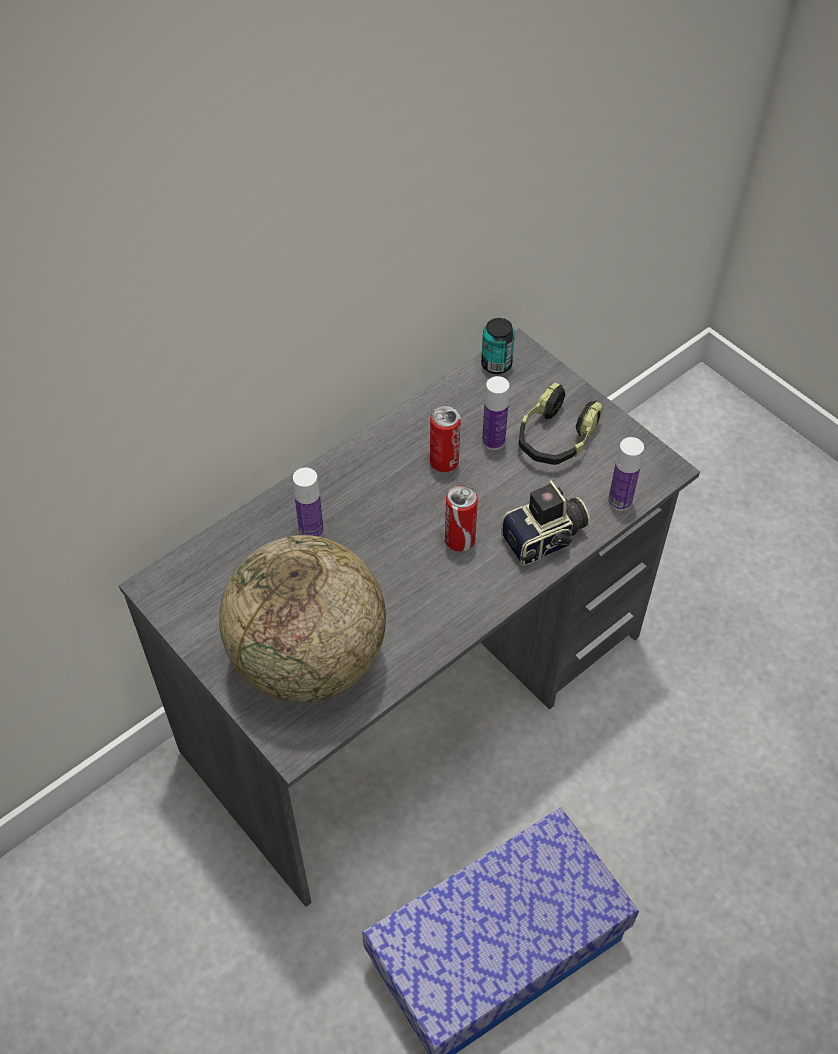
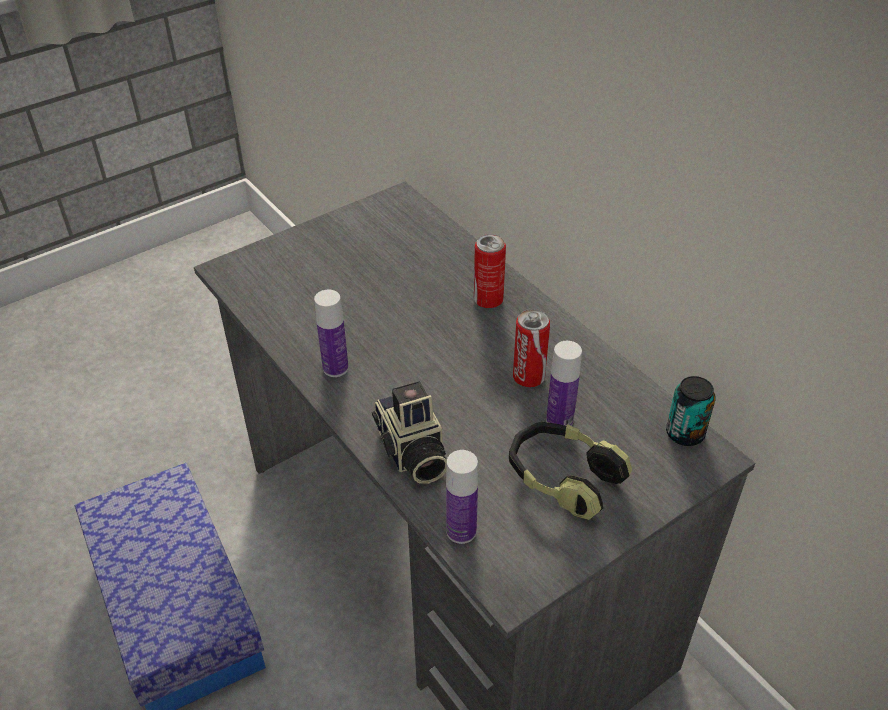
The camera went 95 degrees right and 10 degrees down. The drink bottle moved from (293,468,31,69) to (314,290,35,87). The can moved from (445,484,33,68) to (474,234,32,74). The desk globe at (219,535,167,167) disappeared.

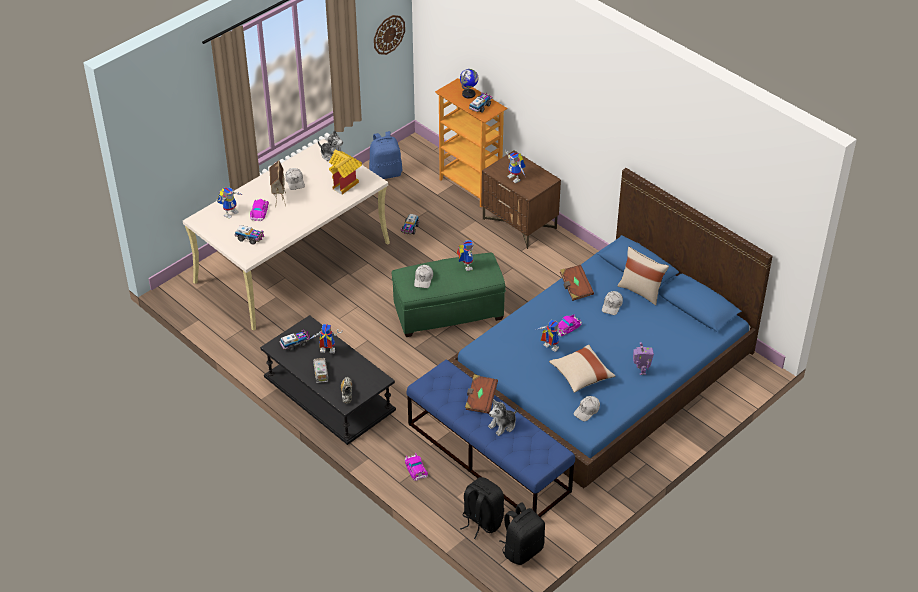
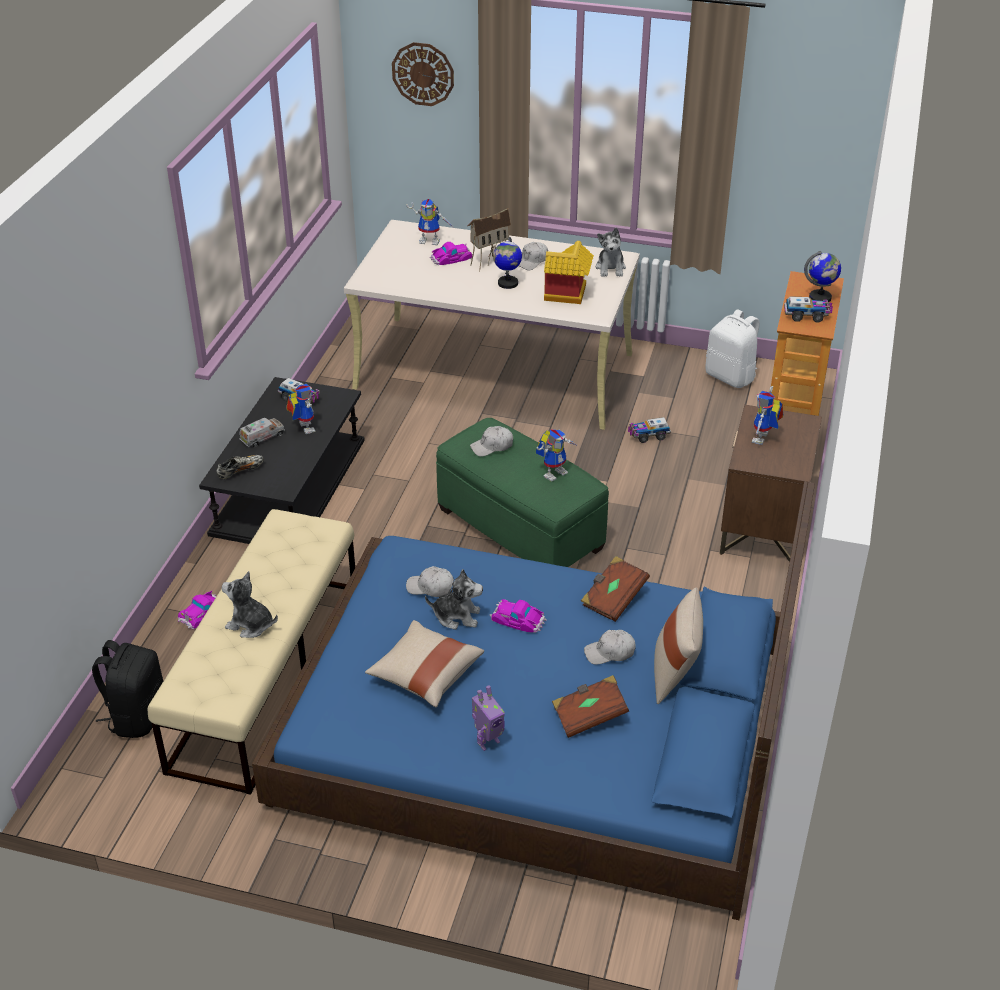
The camera went 60 degrees right and 5 degrees down. The long seat (blue-coloured) at (406,360,169,157) became the long seat (sand-coloured) at (147,509,208,286). The clock on the wall moved from (374,15,31,40) to (392,42,62,64). The cap (white-coloured) moved from (573,396,27,25) to (406,566,48,31). The toy robot at (538,320,28,32) was replaced by the plush toy at (425,569,58,61). The desk globe at (493,237,29,52) appeared. The bound book (brownish) moved from (465,375,33,39) to (552,675,77,63). The knapsack (blue-coloured) at (369,131,34,48) became the knapsack (white-coloured) at (705,309,55,79). The toy lorry at (234,225,30,20) disappeared. The knapsack (black) at (500,502,45,63) disappeared.

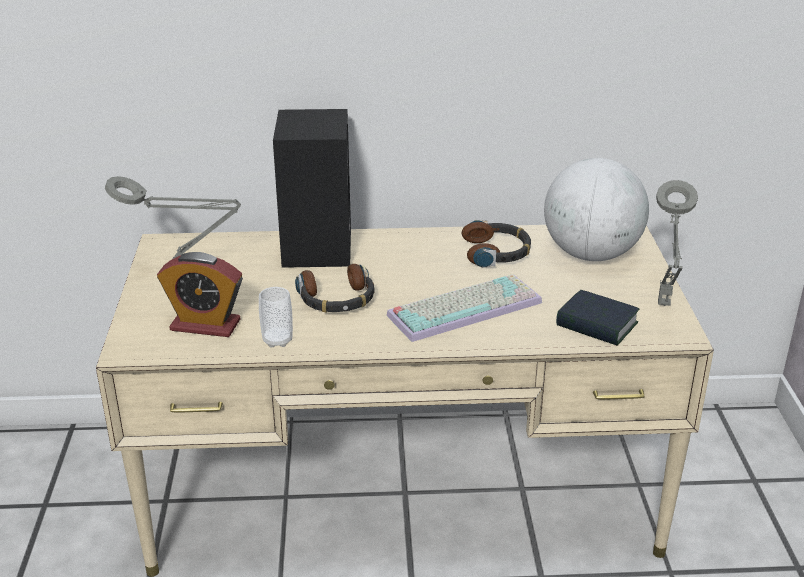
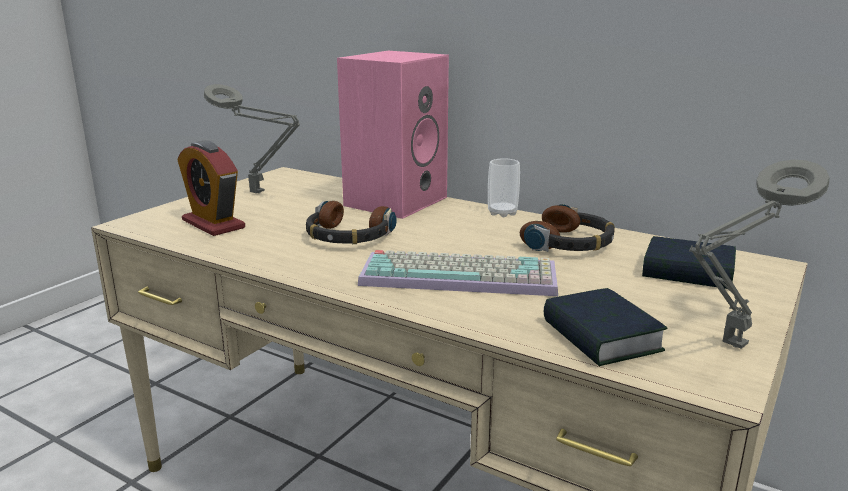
The camera went 35 degrees right and 10 degrees down. The audio speaker (black) at (273,109,78,159) became the audio speaker (pink-coloured) at (337,51,112,168). The small cup moved from (259,287,34,61) to (488,158,32,59). The desk globe at (544,158,105,103) was replaced by the bound book at (642,236,94,53).

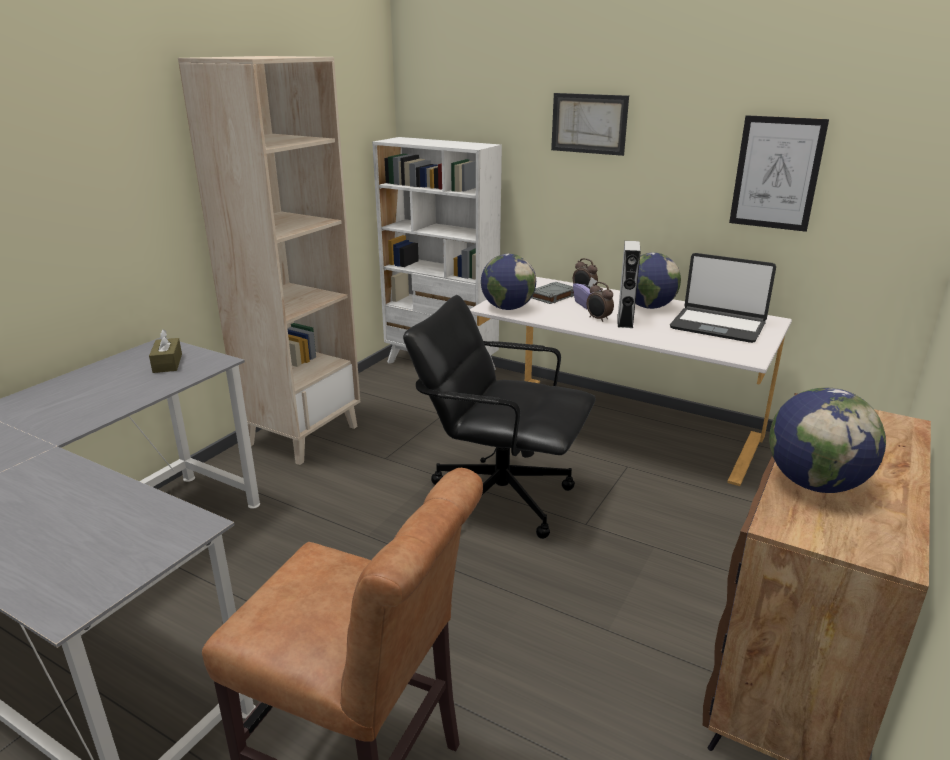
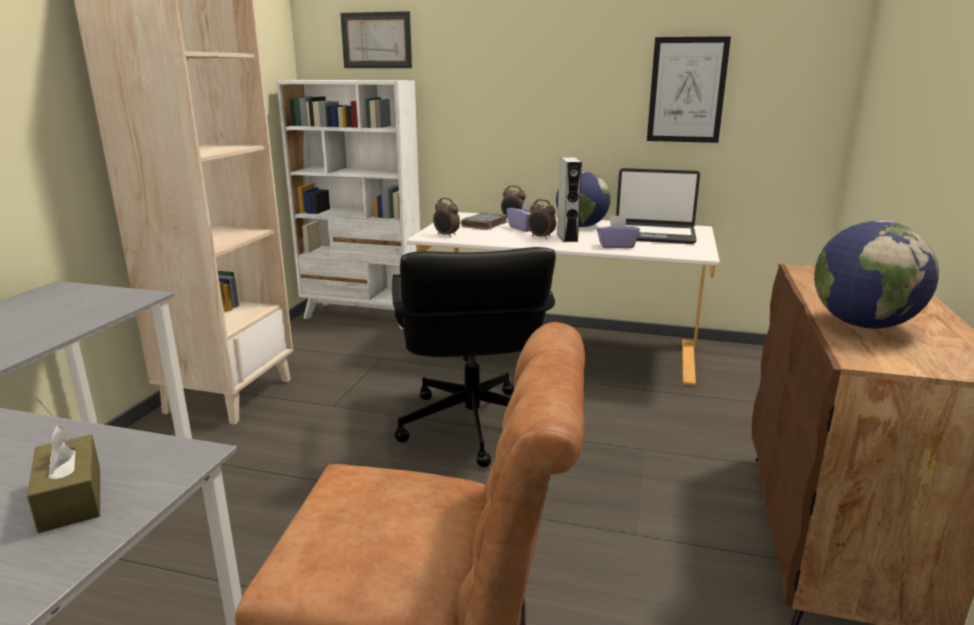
The camera went 15 degrees left and 5 degrees down. The box of tissues (brownish) moved from (149,329,33,44) to (27,424,73,109). The wall picture moved from (551,93,78,63) to (340,11,72,57). The office chair (black) at (403,295,193,244) turned 105 degrees counterclockwise. The desk globe at (481,254,55,56) was replaced by the bedside clock at (433,198,27,40). The box of tissues (purplish) at (597,216,43,32) appeared.

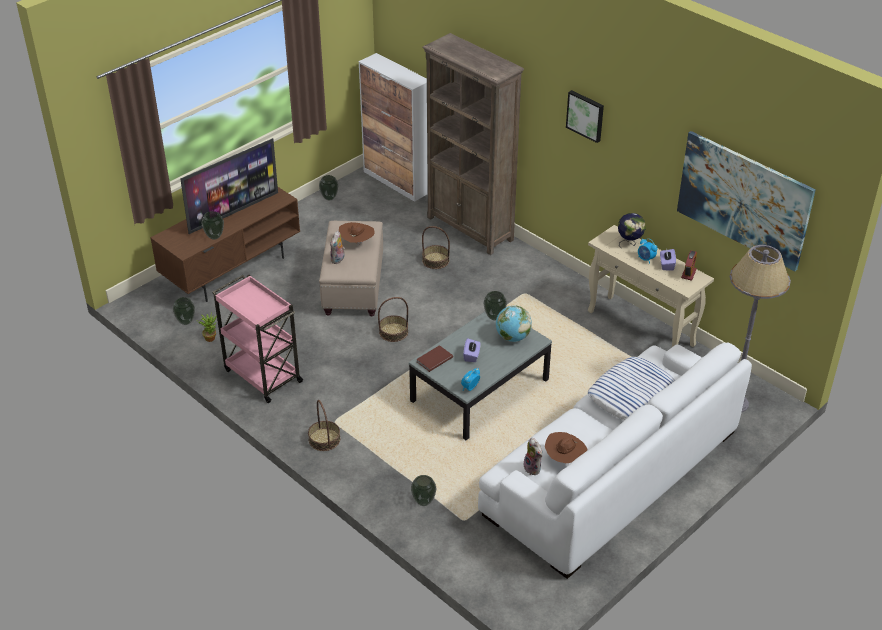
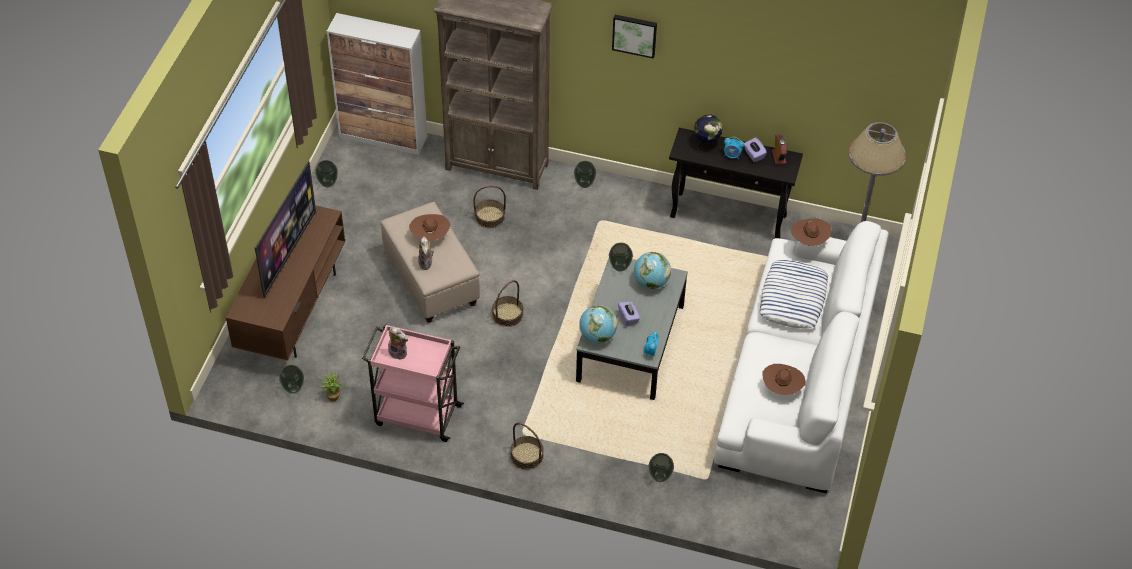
The camera went 30 degrees left and 10 degrees up. The plush toy moved from (523,438,20,37) to (388,327,20,33). The flower vase moved from (202,211,22,29) to (574,161,22,27). The bound book (brownish) at (416,345,37,27) was replaced by the desk globe at (579,305,38,39). The console table (sand-coloured) at (588,225,126,122) became the console table (black) at (669,128,134,110). The hat (brownish) at (791,218,40,28) appeared. The wall picture at (677,131,139,140) disappeared.

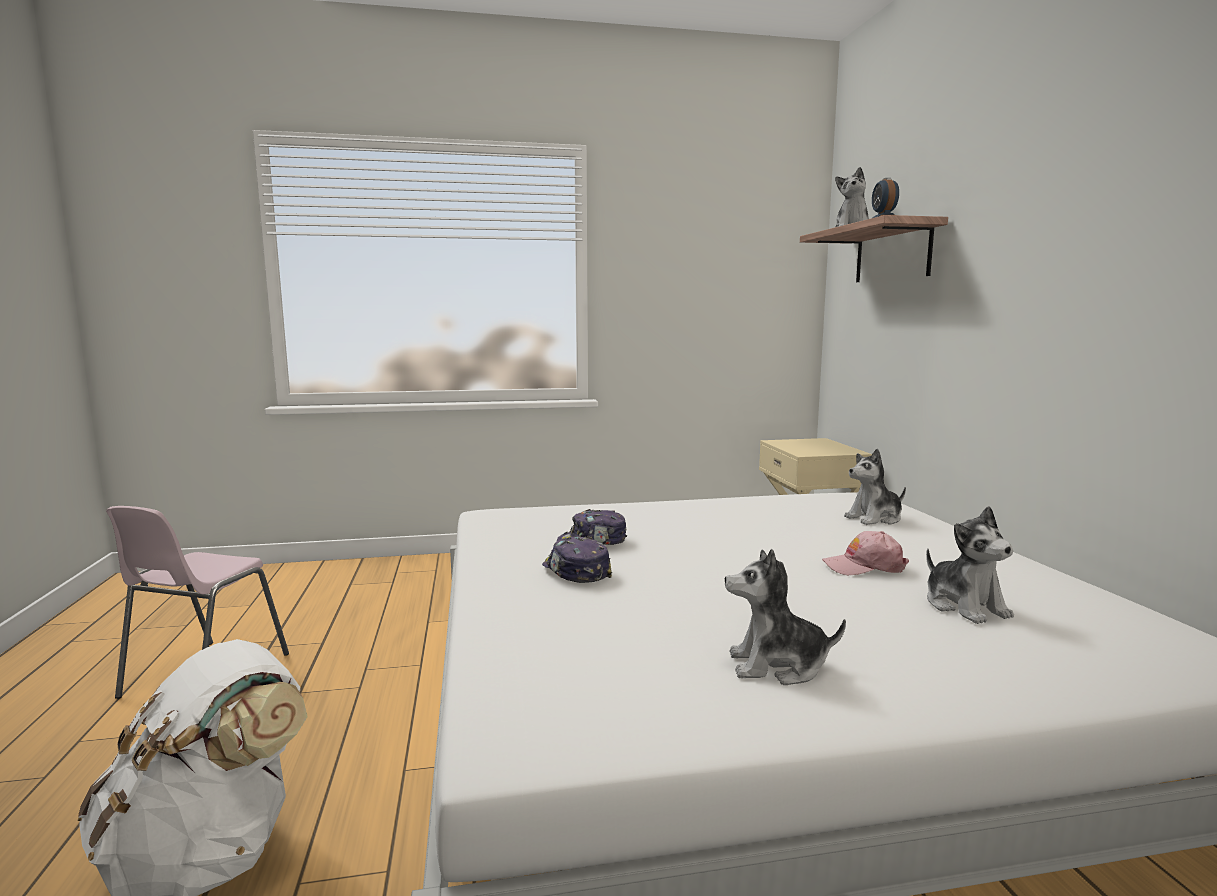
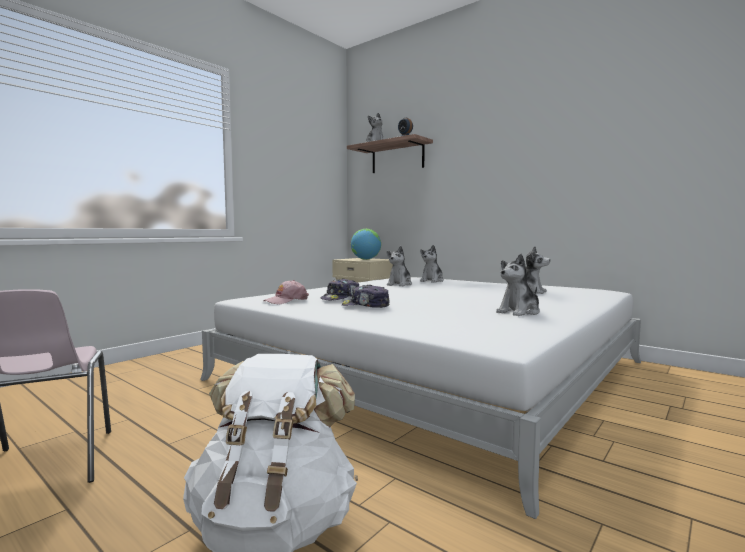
The camera went 40 degrees left and 5 degrees down. The cap (pink-coloured) moved from (822,531,87,44) to (263,280,46,24). The desk globe at (351,229,30,31) appeared. The plush toy at (387,246,25,40) appeared.

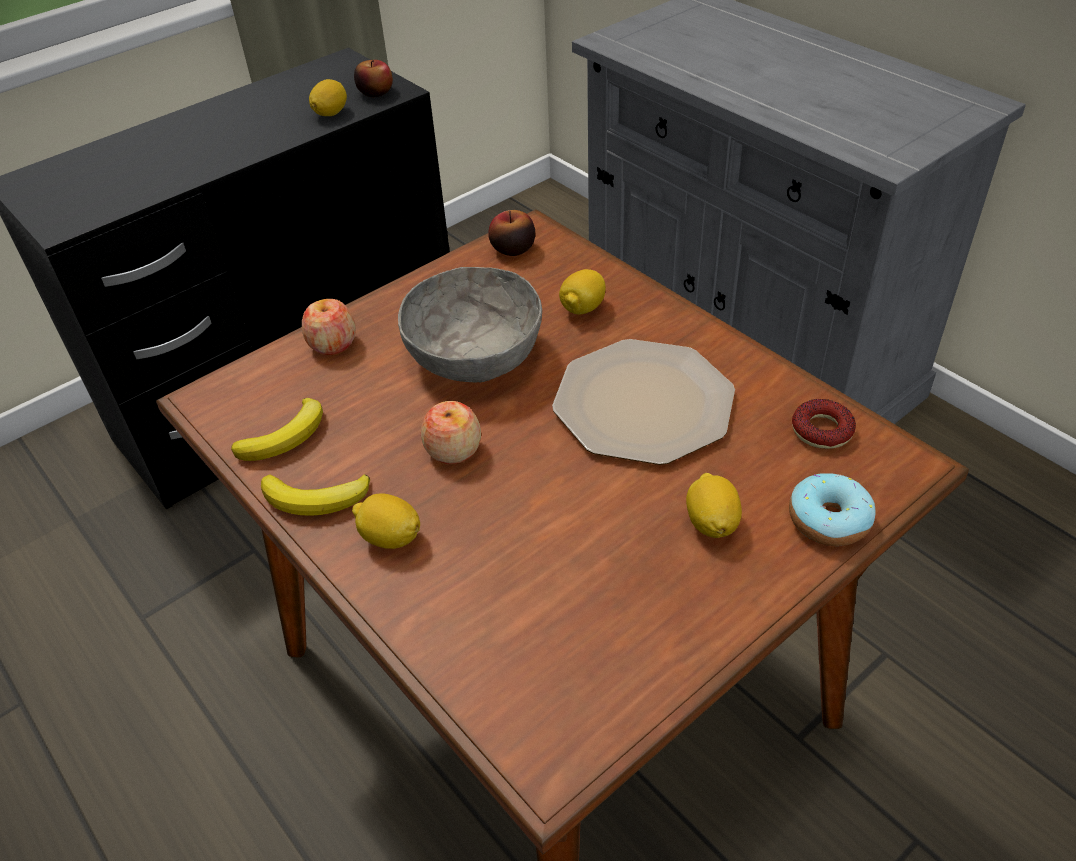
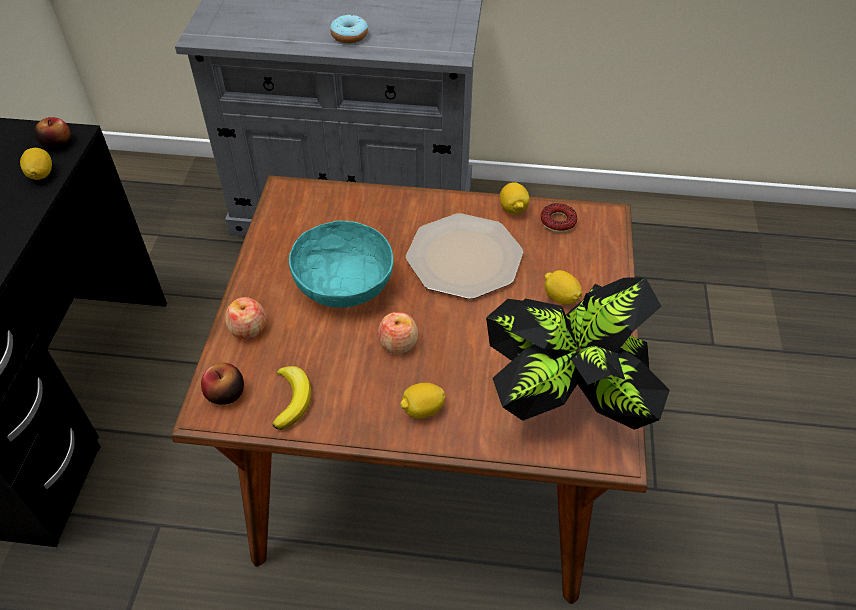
The camera went 45 degrees left and 5 degrees up. The whole apple moved from (488,210,47,46) to (201,363,43,41). The deep dish (gray) at (398,267,144,116) became the deep dish (turquoise-coloured) at (289,220,104,88). The doughnut moved from (789,473,86,73) to (330,15,38,29). The potted plant at (486,277,184,153) appeared. The citrus fruit moved from (559,269,47,45) to (500,182,30,32). The banana fruit at (261,474,109,42) disappeared.

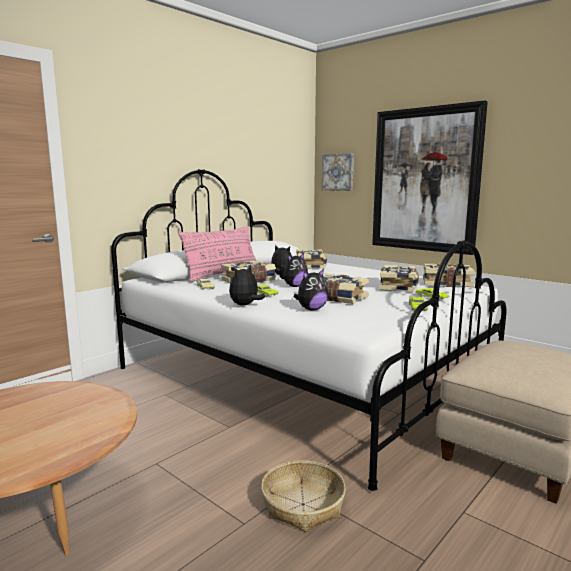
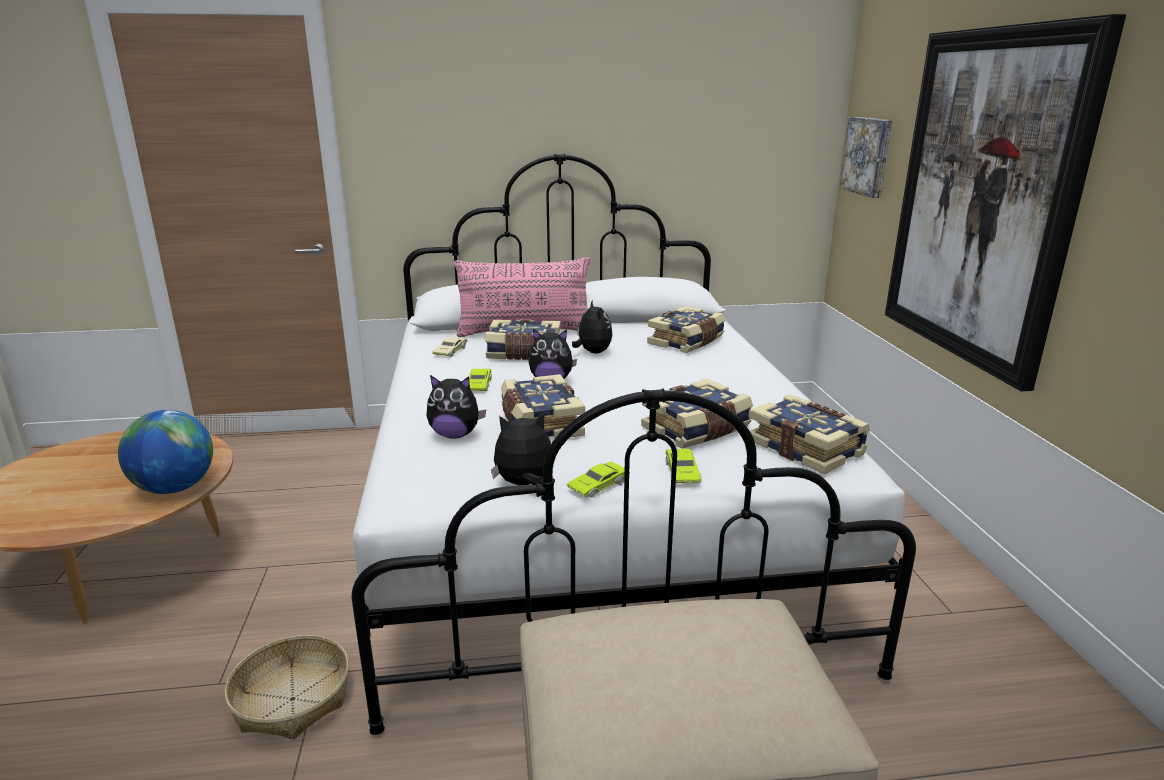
The camera went 40 degrees right and 10 degrees up. The desk globe at (118,410,95,84) appeared. The plush toy moved from (229,265,36,40) to (491,412,60,73).

